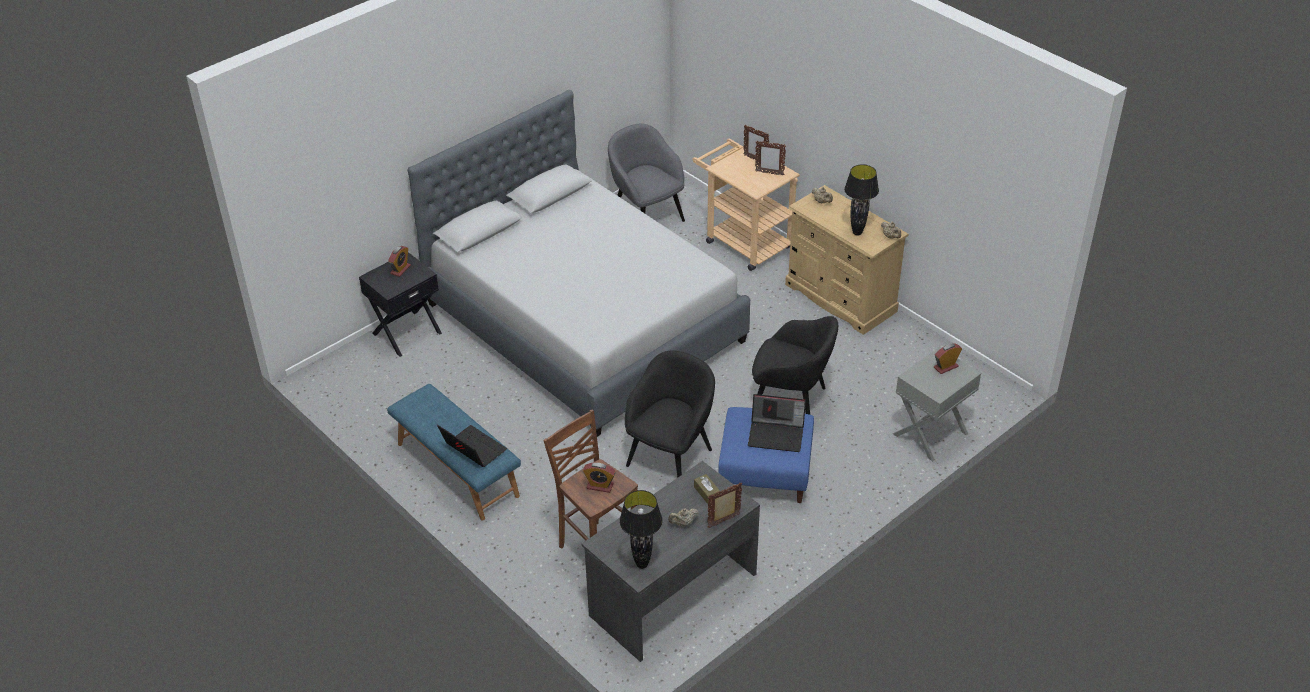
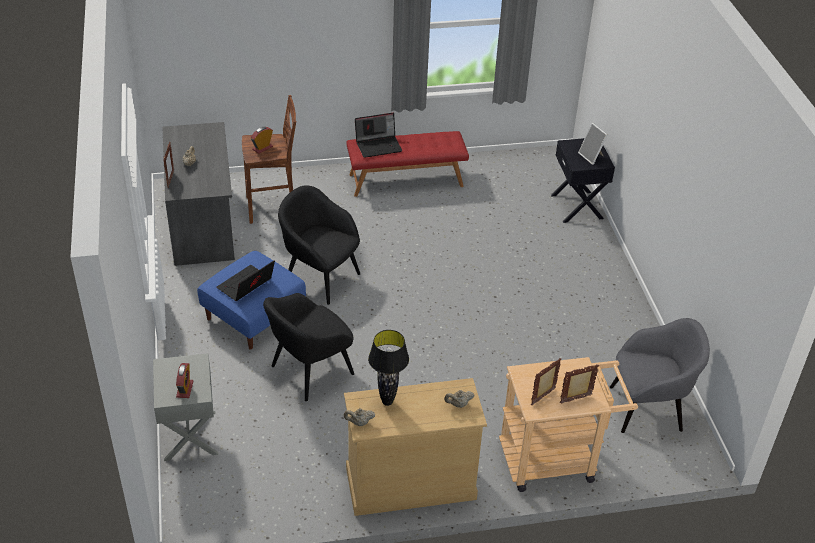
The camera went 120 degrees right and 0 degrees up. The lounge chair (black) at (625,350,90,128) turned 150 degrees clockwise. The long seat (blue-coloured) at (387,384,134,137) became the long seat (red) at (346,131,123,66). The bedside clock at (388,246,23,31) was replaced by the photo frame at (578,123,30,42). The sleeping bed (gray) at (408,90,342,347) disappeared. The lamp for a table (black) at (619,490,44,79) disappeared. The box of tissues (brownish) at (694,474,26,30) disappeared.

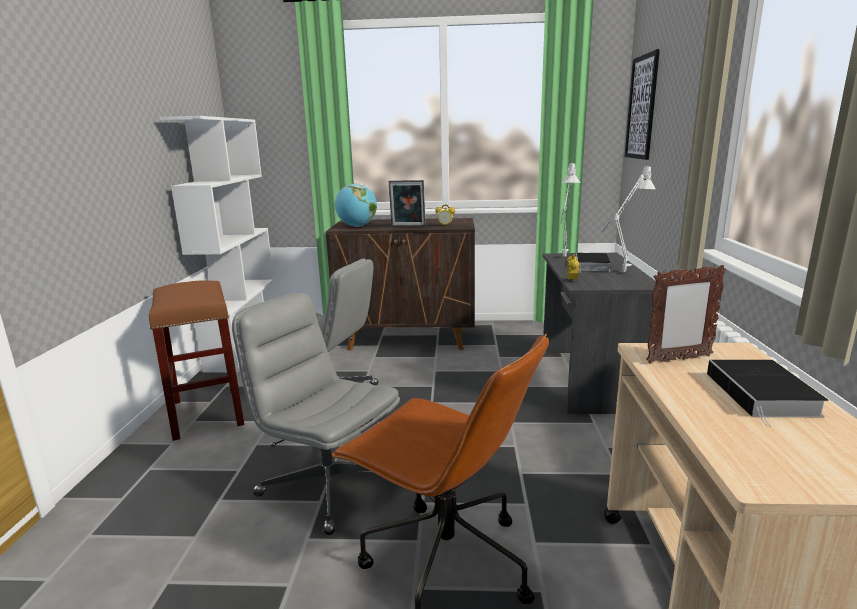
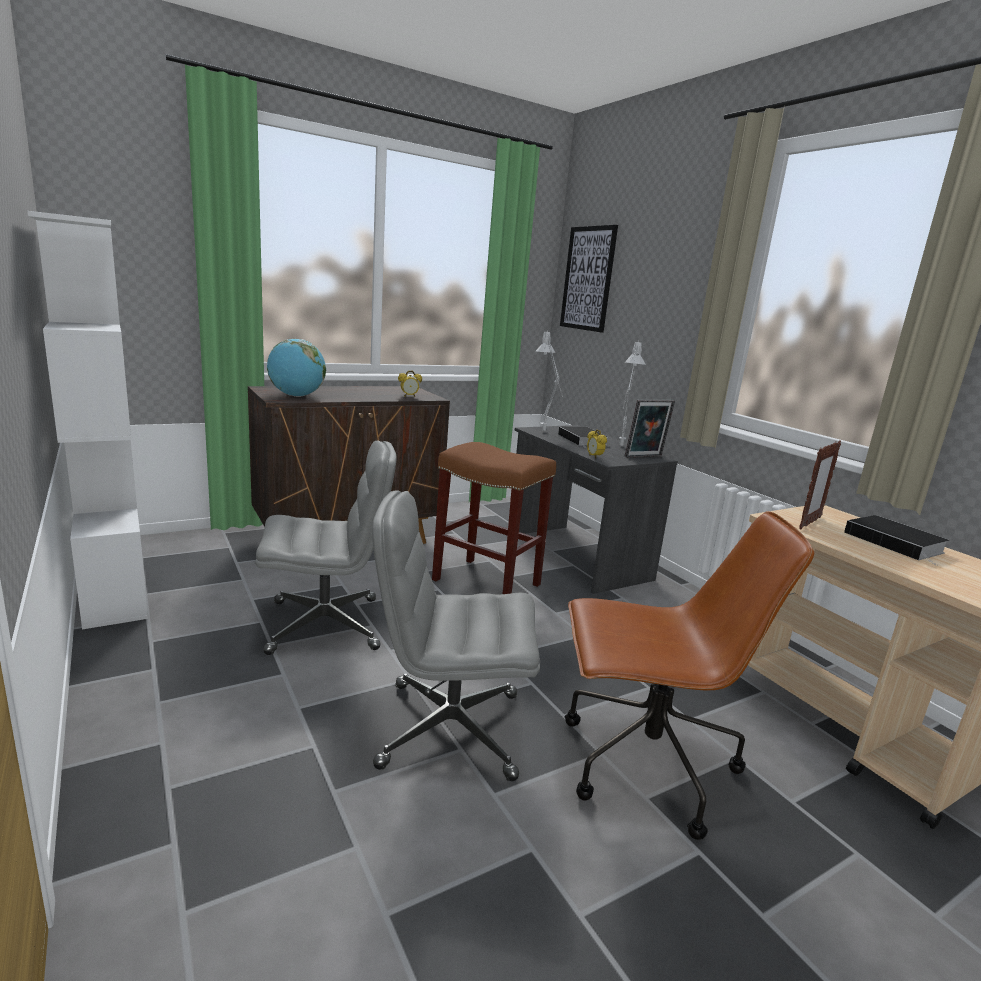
The camera went 35 degrees left and 0 degrees up. The stool seat (brownish) moved from (149,280,95,161) to (432,442,124,152). The photo frame moved from (389,180,37,47) to (624,400,51,58).

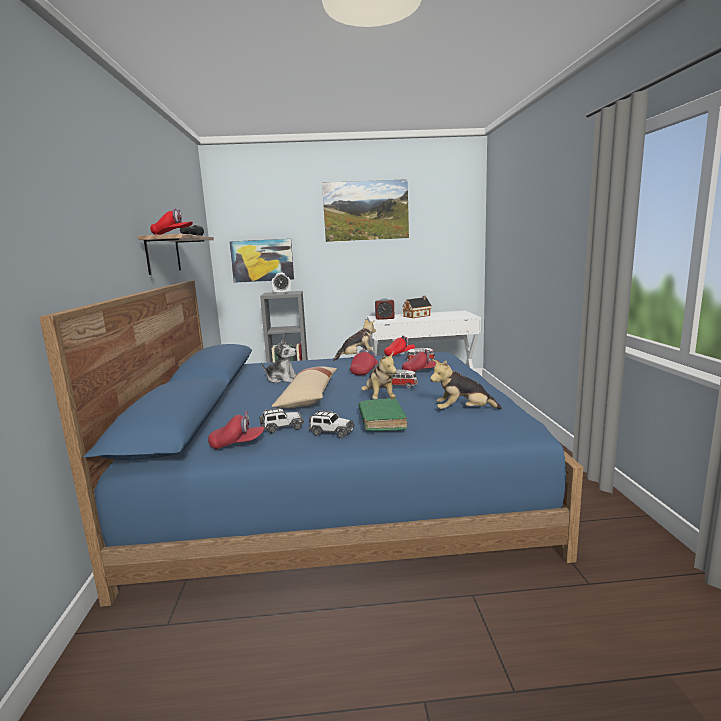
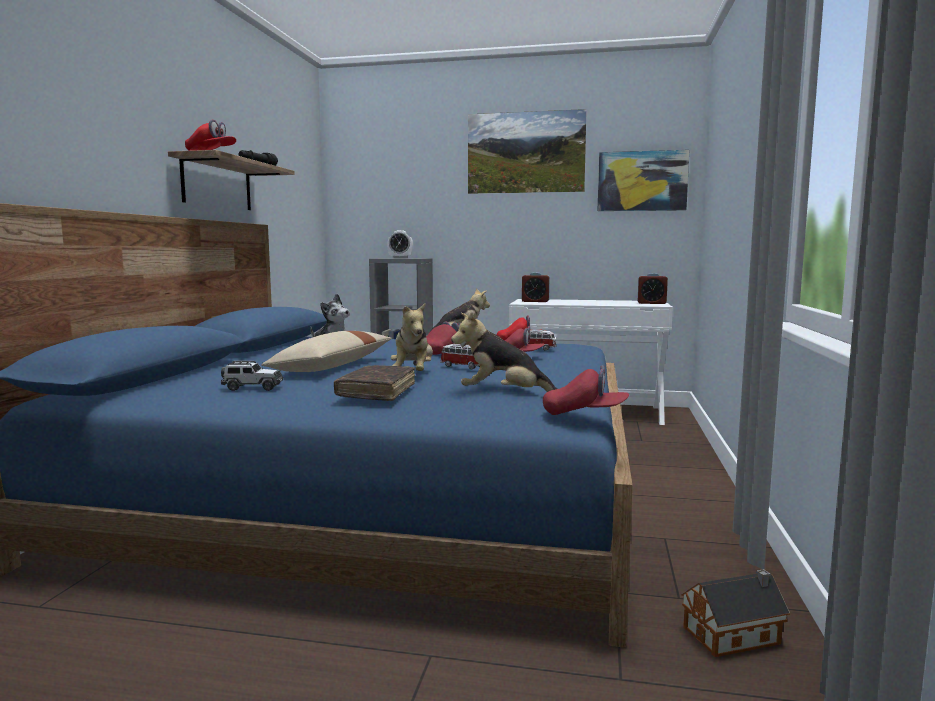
The camera went 15 degrees right and 5 degrees down. The bound book (greenish) at (359,398,48,33) became the bound book (brownish) at (334,365,81,36). The cap (red) moved from (208,411,57,38) to (543,365,86,50). The wall picture moved from (229,239,65,44) to (598,150,91,61). The bedside clock at (638,273,30,31) appeared. The miniature house moved from (402,296,30,22) to (681,569,109,88). The model car at (309,411,46,27) disappeared.

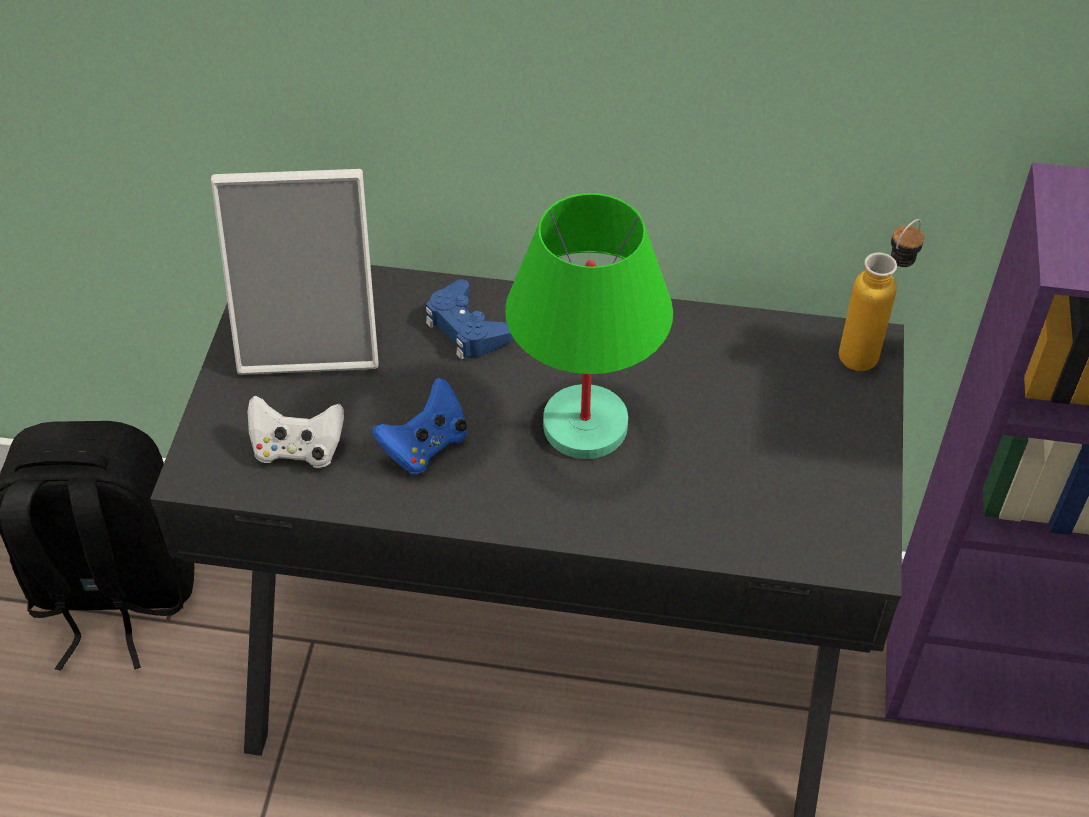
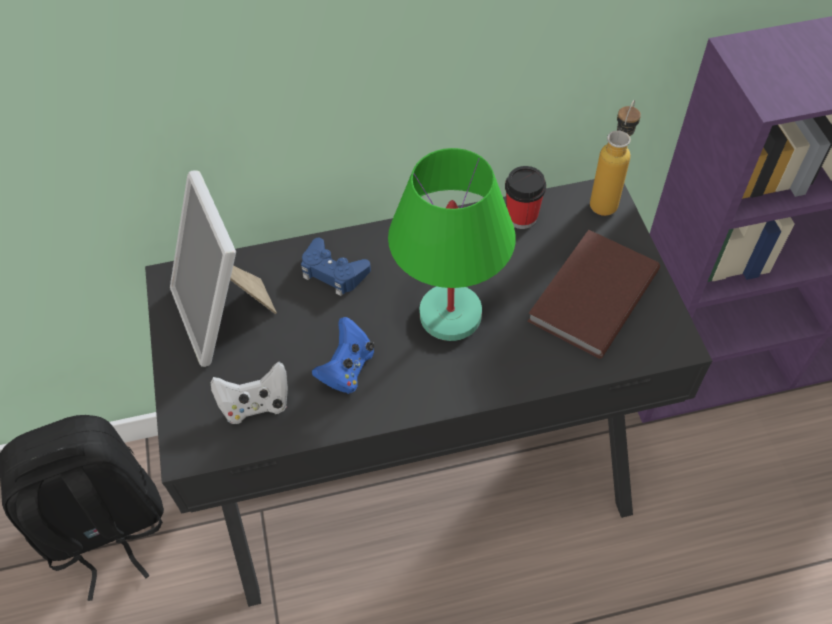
The camera went 20 degrees left and 5 degrees up. The photo frame at (211,169,168,206) turned 90 degrees clockwise. The small cup at (505,166,41,63) appeared. The bound book (brownish) at (527,230,133,129) appeared.

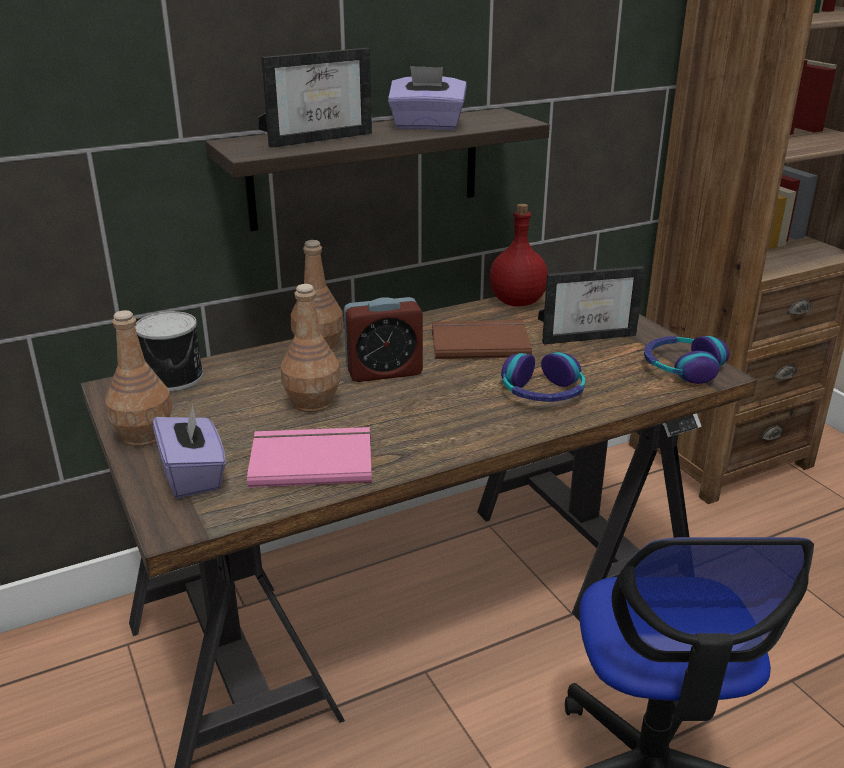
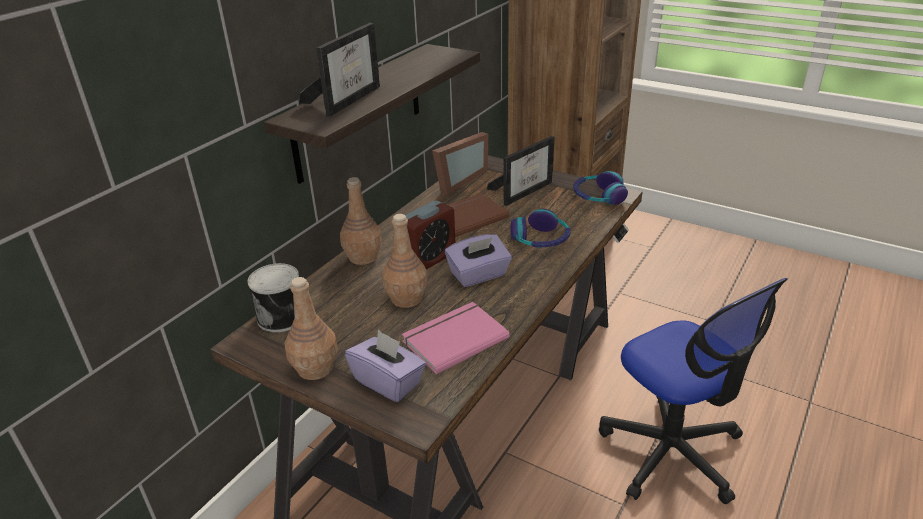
The camera went 30 degrees left and 5 degrees up. The drink bottle (red) at (489,204,59,103) was replaced by the photo frame at (432,132,56,63). The box of tissues (purplish) moved from (388,66,79,64) to (445,234,67,53).

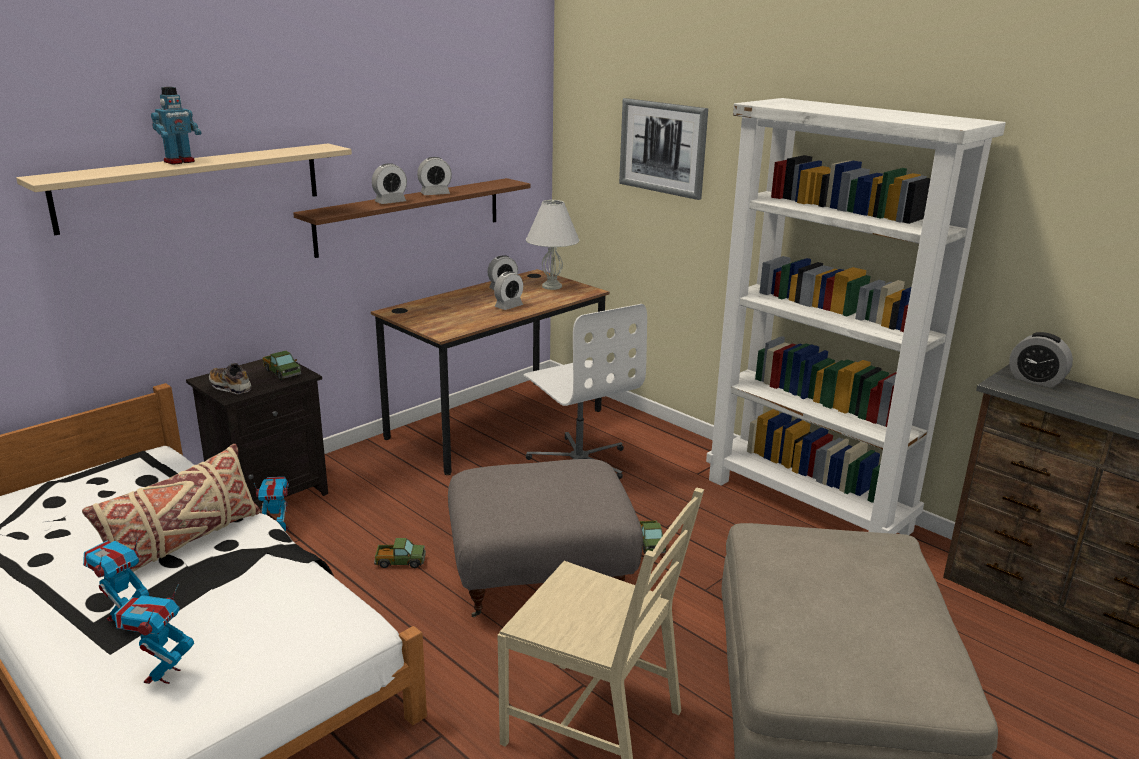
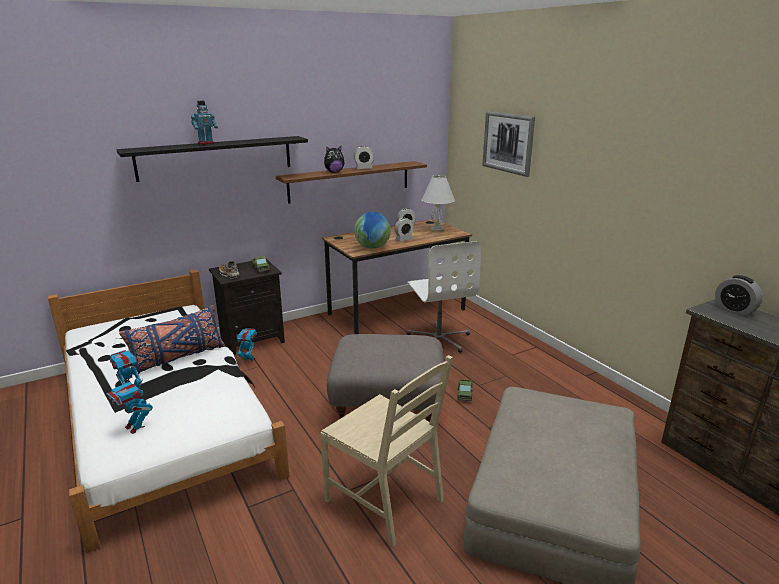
The camera went 15 degrees right and 0 degrees up. The toy robot at (114,584,80,100) turned 75 degrees counterclockwise. The wall shelf (sand-coloured) at (16,144,336,91) became the wall shelf (black) at (116,136,192,46). The cushion (sand-coloured) at (82,444,178,128) became the cushion (blue-coloured) at (119,305,106,69). The bedside clock at (372,163,35,41) was replaced by the plush toy at (324,146,20,27). The desk globe at (354,212,37,37) appeared. The toy lorry at (374,538,52,30) disappeared. The shelving unit (white-coloured) at (706,98,300,437) disappeared.

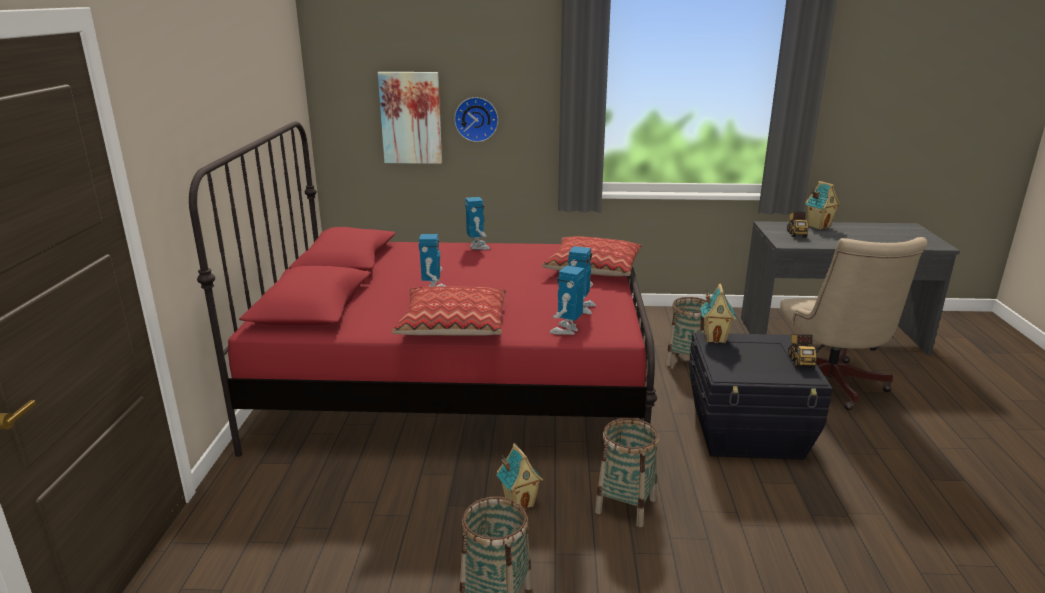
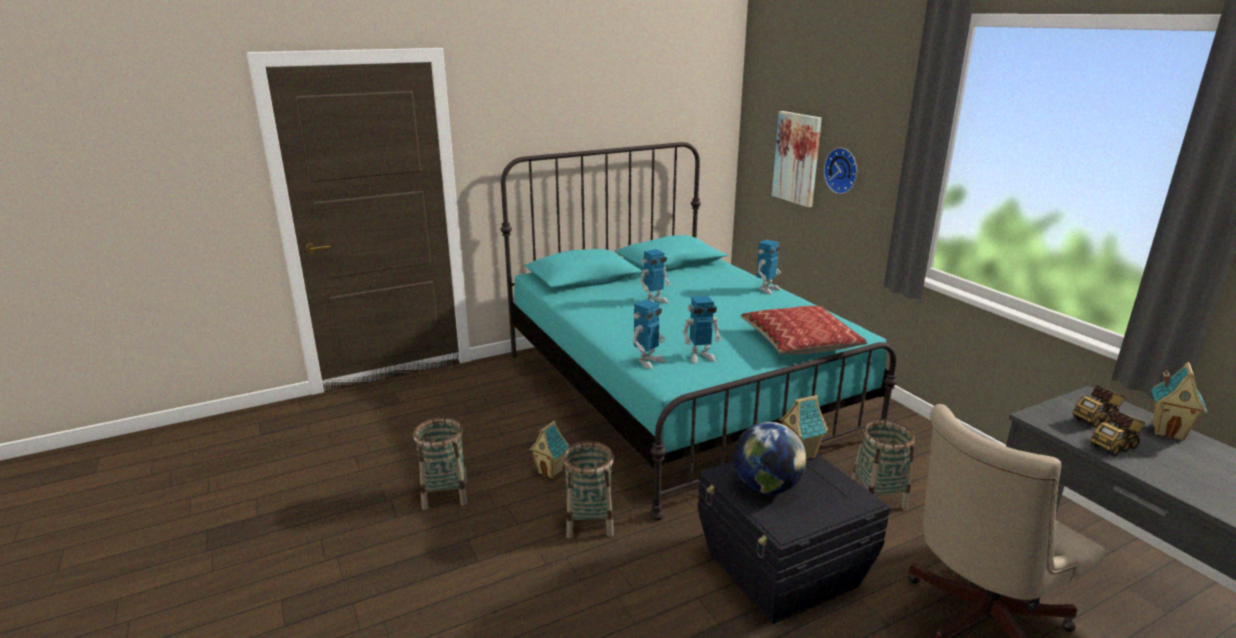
The camera went 60 degrees right and 0 degrees up. The sleeping bed (red) at (189,121,468,336) became the sleeping bed (turquoise-coloured) at (500,142,397,378). The toy robot at (550,265,35,70) turned 135 degrees clockwise. The desk globe at (733,422,73,72) appeared. The toy lorry moved from (788,334,29,34) to (1090,410,55,46). The cushion at (392,286,114,50) disappeared.

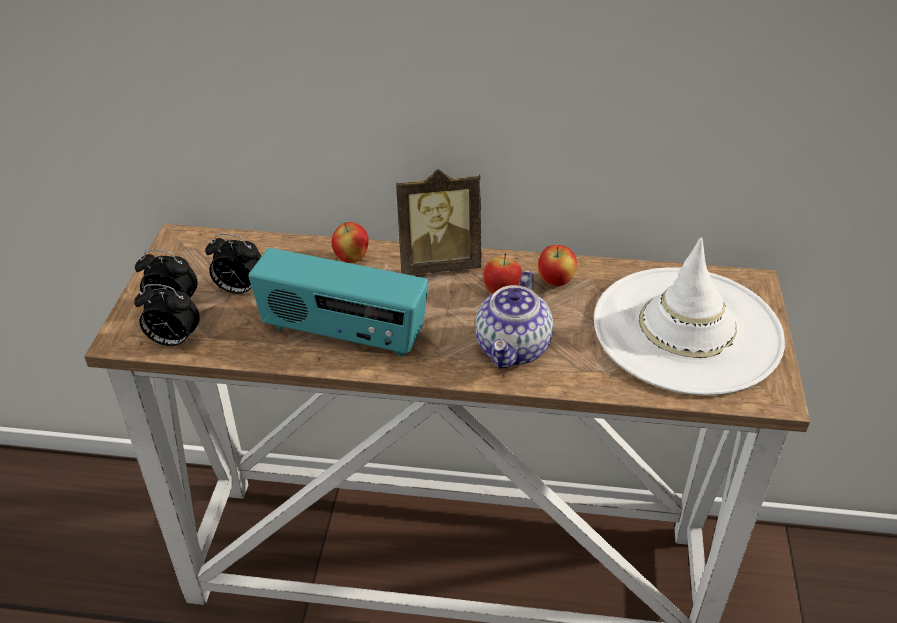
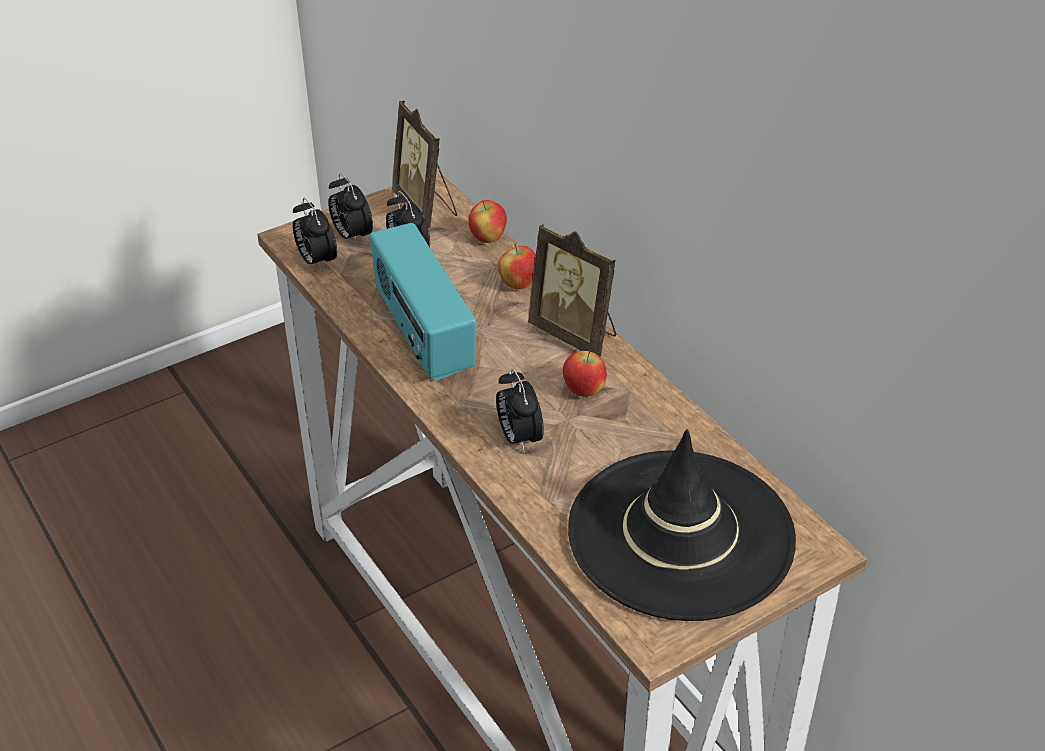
The camera went 50 degrees right and 0 degrees up. The photo frame at (392,100,65,128) appeared. The whole apple moved from (538,245,39,41) to (468,200,39,43). The pot for tea at (475,270,78,98) was replaced by the bedside clock at (496,369,48,84). The hat (white-coloured) at (594,238,191,157) became the hat (black) at (568,429,228,192).

